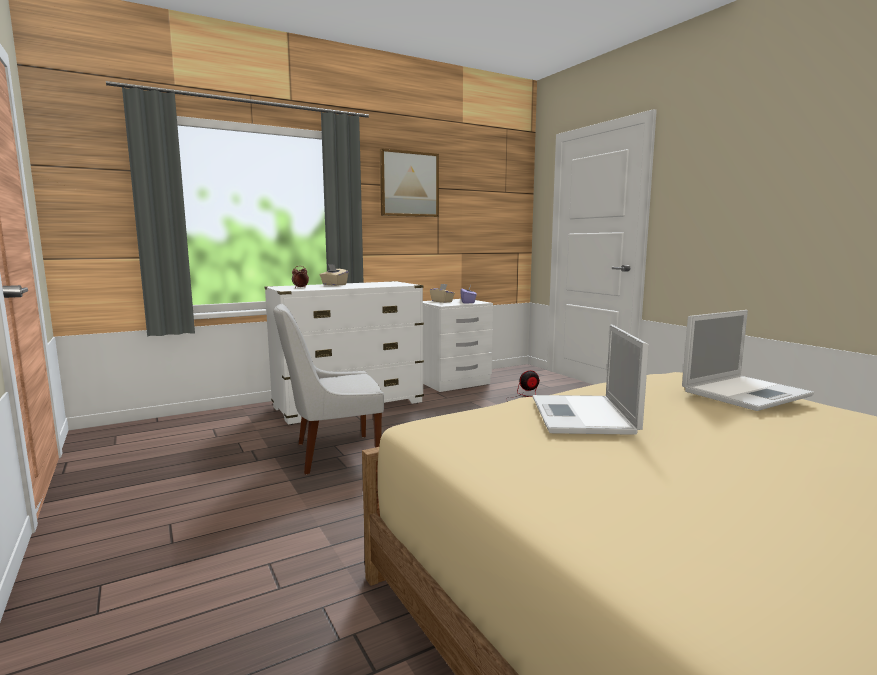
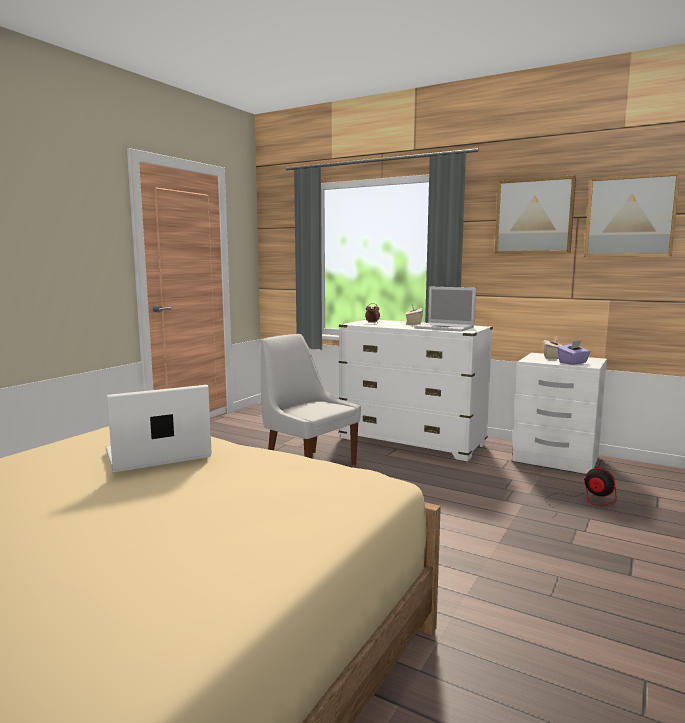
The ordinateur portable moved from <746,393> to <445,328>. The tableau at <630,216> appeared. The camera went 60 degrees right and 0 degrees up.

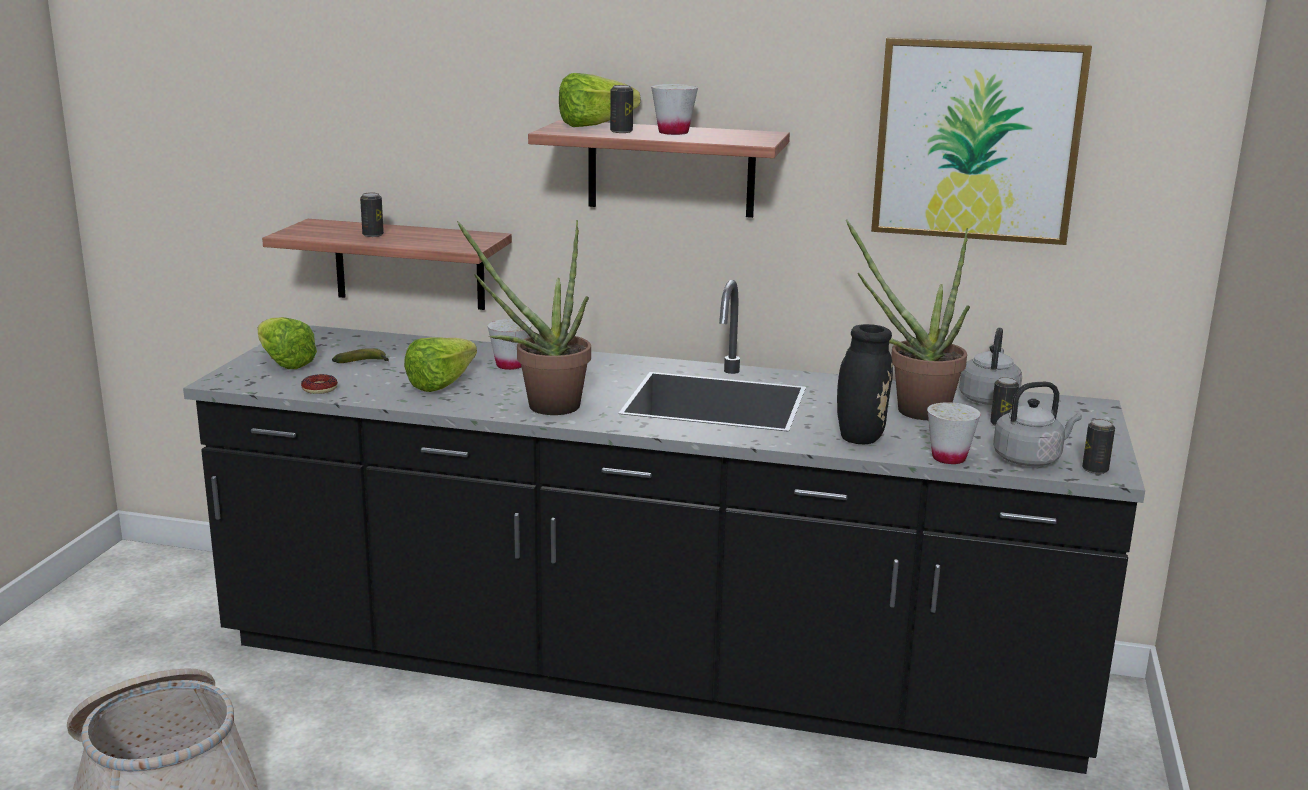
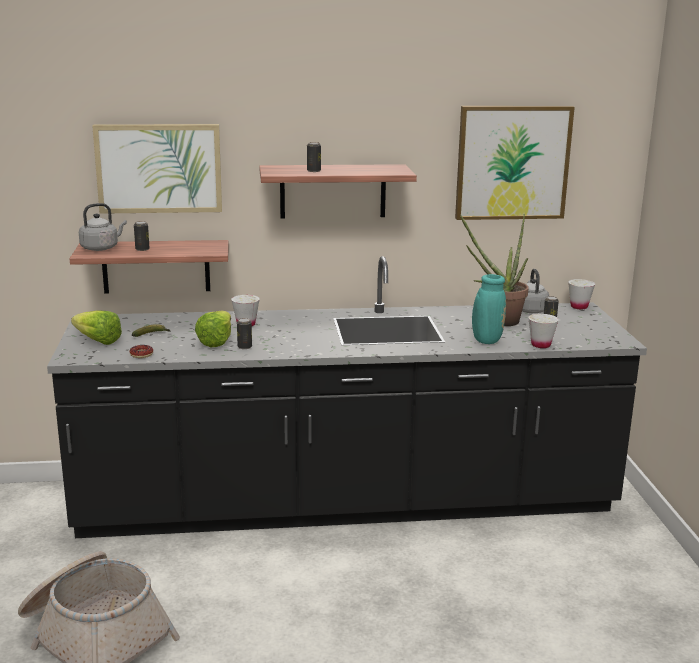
The plante en pot at <542,407> disappeared. The laitue at <601,125> disappeared. The tasse (blanc) moved from <673,132> to <579,307>. The vase (noir) at <857,438> became the vase (turquoise) at <484,340>. The bouilloire (gris) moved from <1030,459> to <101,248>. The boîte métallique moved from <1095,469> to <244,347>. The tableau at <159,168> appeared. The camera went 20 degrees left and 0 degrees up.

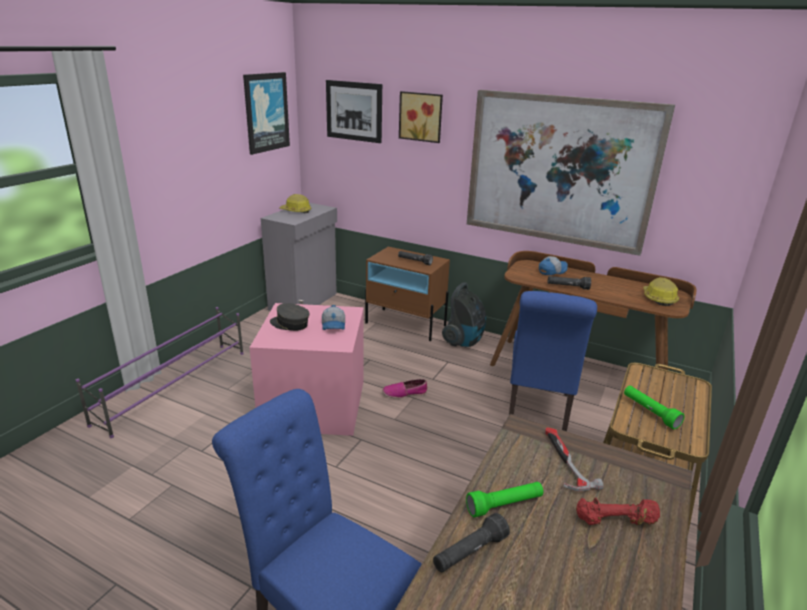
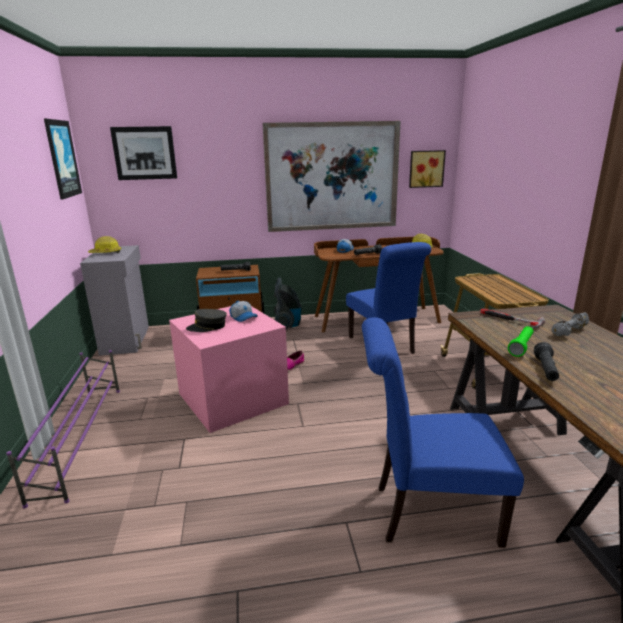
The tableau moved from <421,116> to <426,169>. The haltère (rouge) at <615,521> became the haltère (gris) at <569,332>. The lampe de poche (vert) at <649,412> disappeared. The camera went 35 degrees left and 5 degrees down.

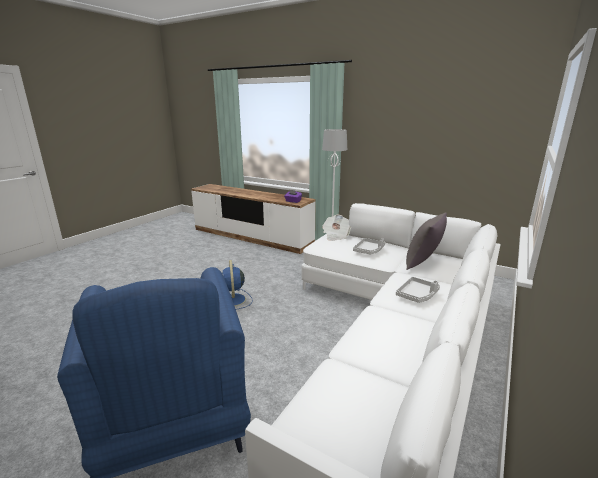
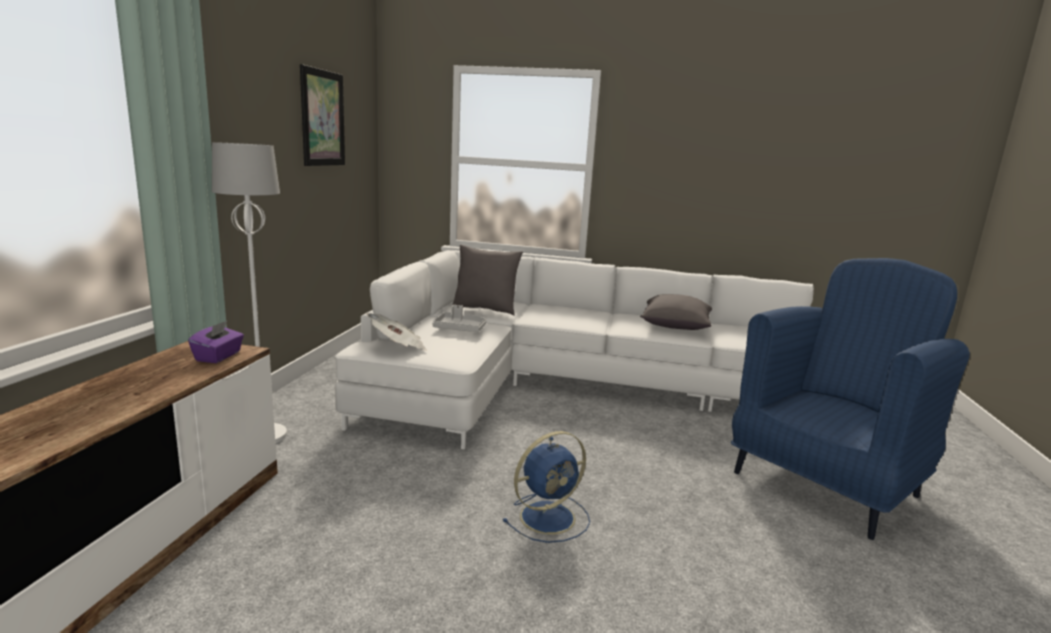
The plateau (gris) at <417,295> disappeared. The tableau at <322,118> appeared. The coussin (gris) at <674,326> appeared. The camera went 110 degrees left and 5 degrees down.

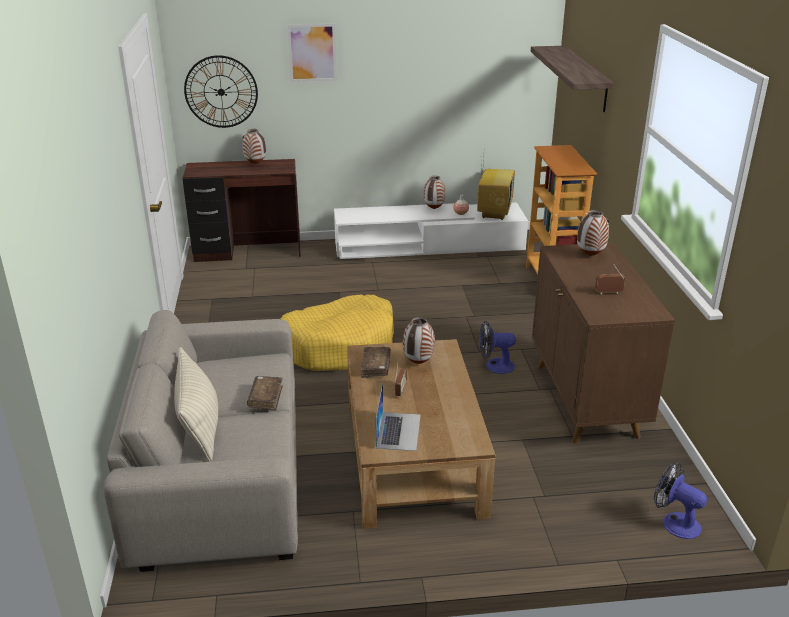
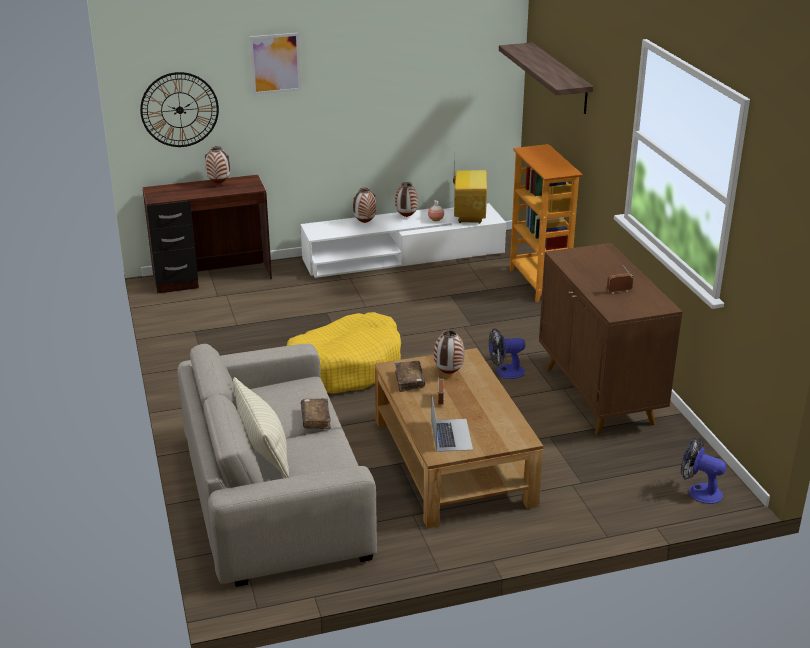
The vase moved from <590,256> to <364,223>. The camera went 10 degrees left and 0 degrees up.

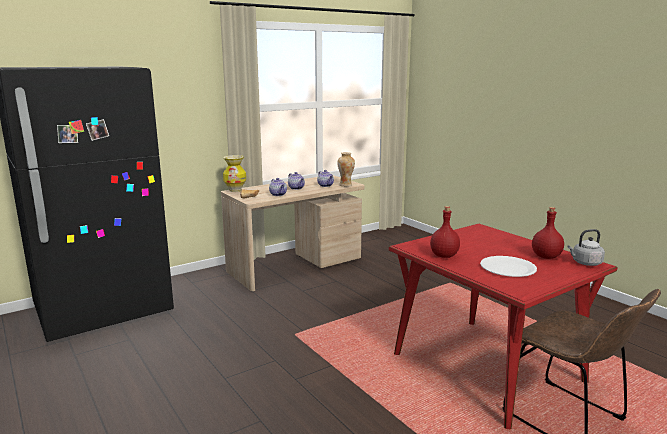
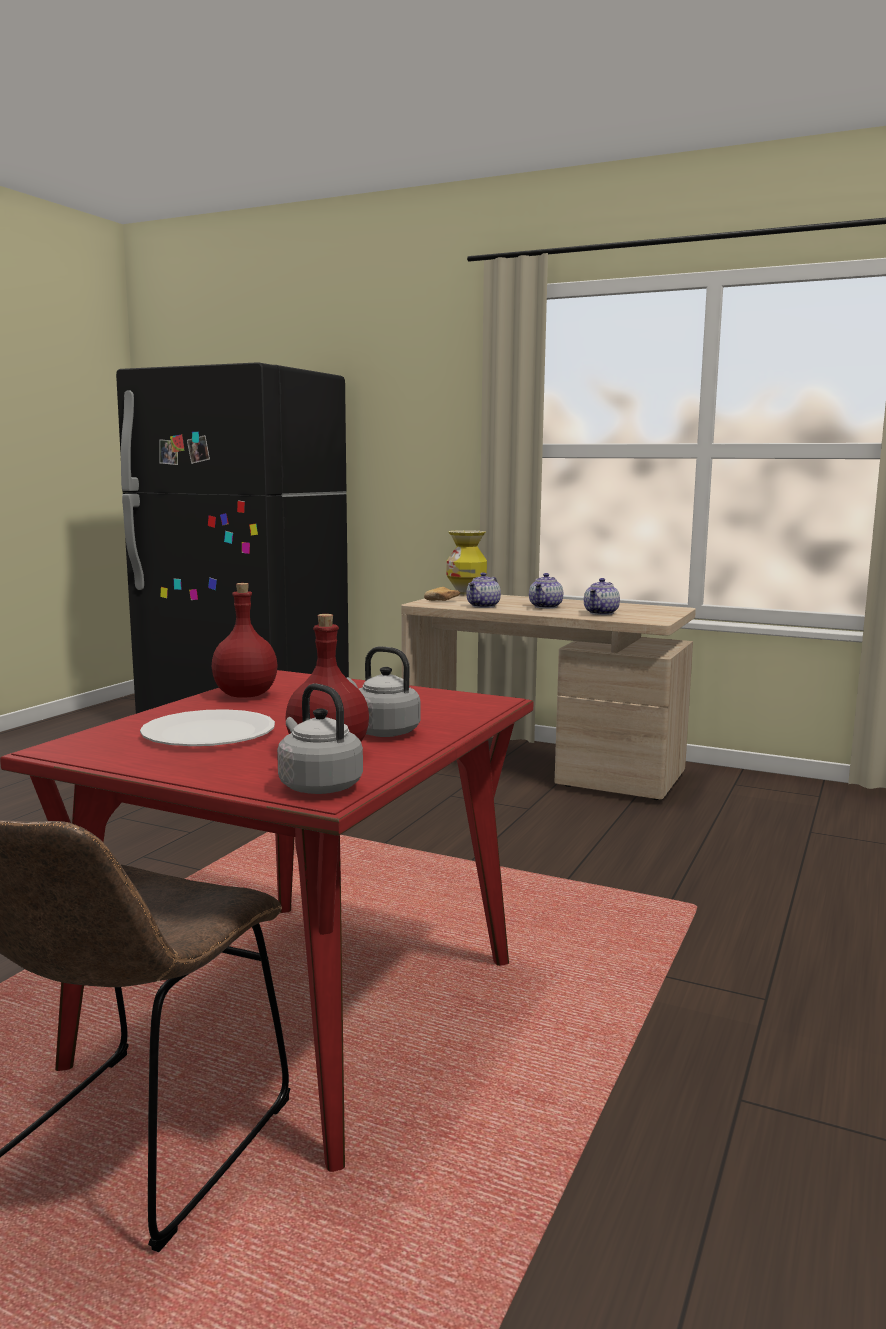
The vase at <345,185> disappeared. The bouilloire (gris) at <382,731> appeared. The camera went 60 degrees right and 5 degrees down.

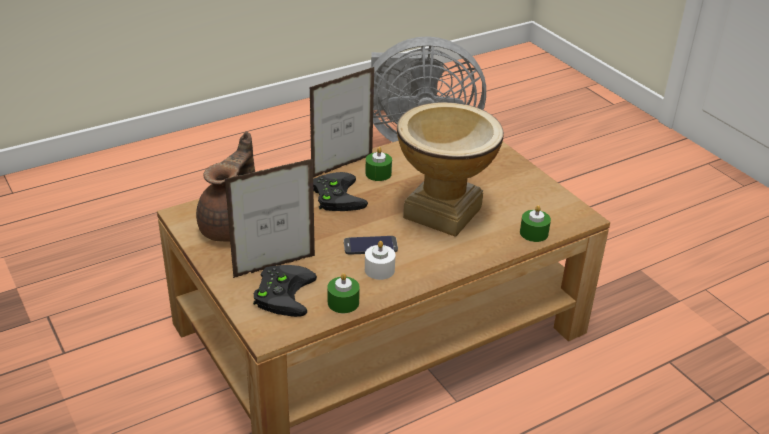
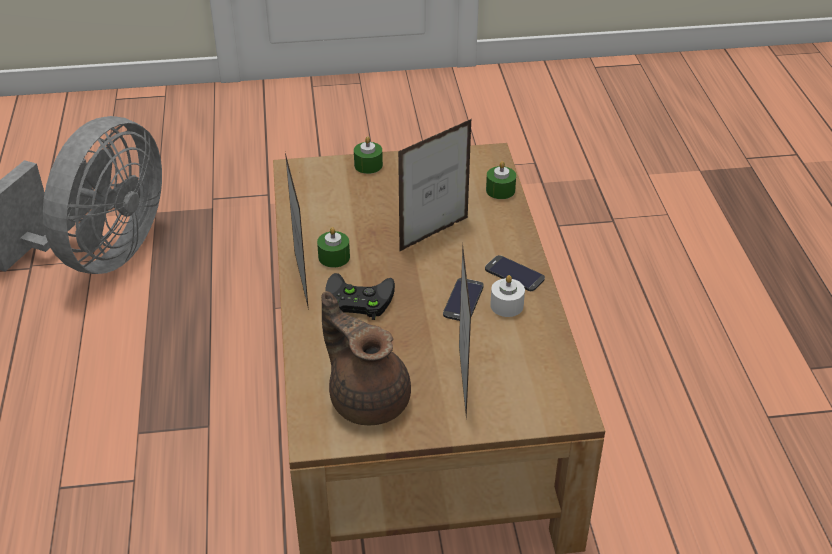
The manette (noir) at <282,292> disappeared. The bougie (vert) moved from <343,302> to <368,165>. The vase at <443,212> was replaced by the cadre photo at <434,234>. The téléphone at <514,274> appeared. The camera went 65 degrees left and 5 degrees up.

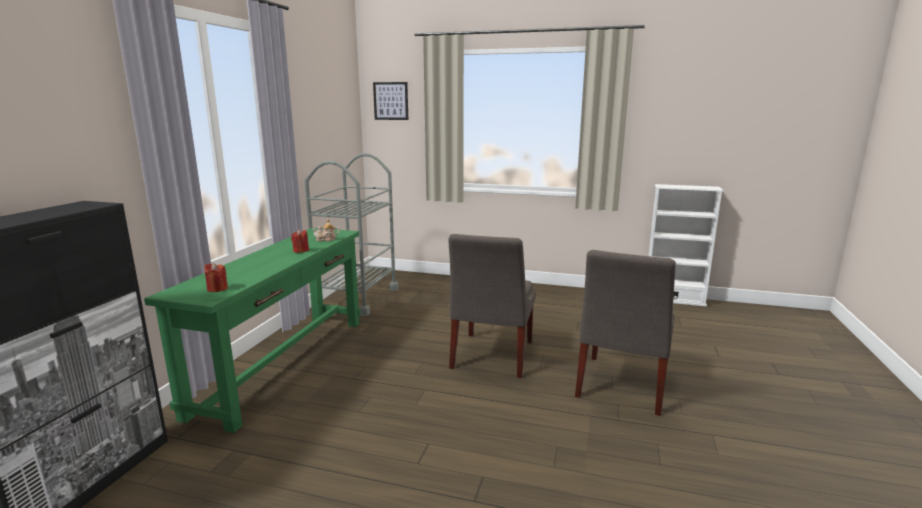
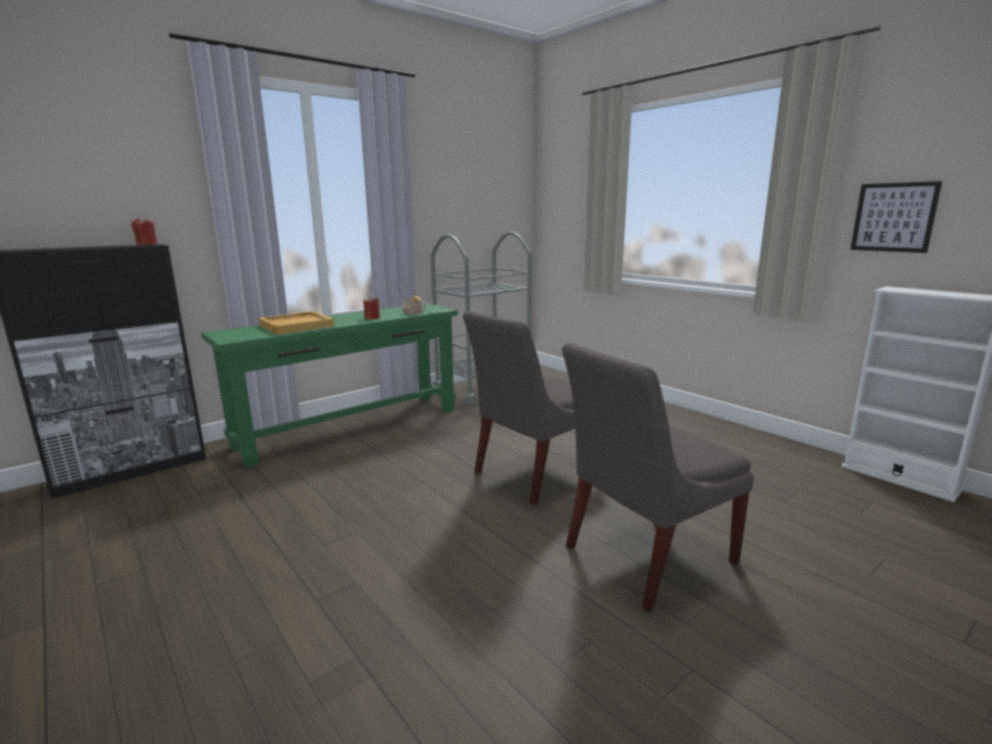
The bougie (rouge) moved from <217,289> to <146,244>. The tableau moved from <391,101> to <893,217>. The plateau (beige) at <296,325> appeared. The camera went 35 degrees right and 0 degrees up.

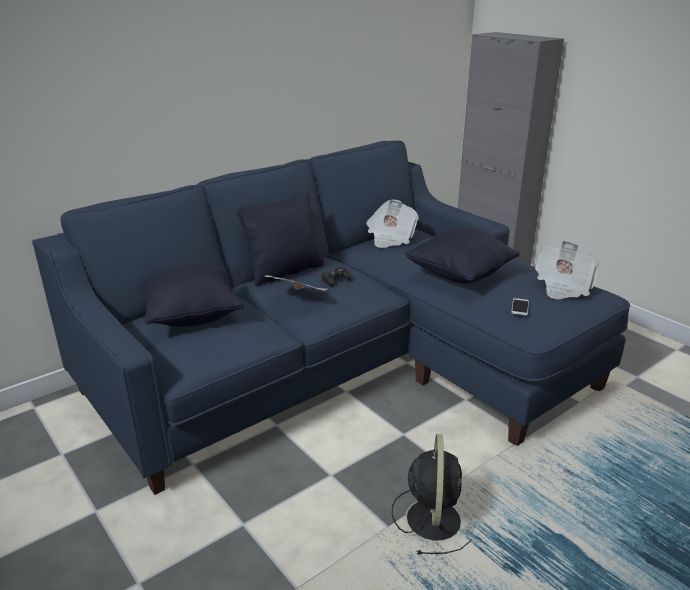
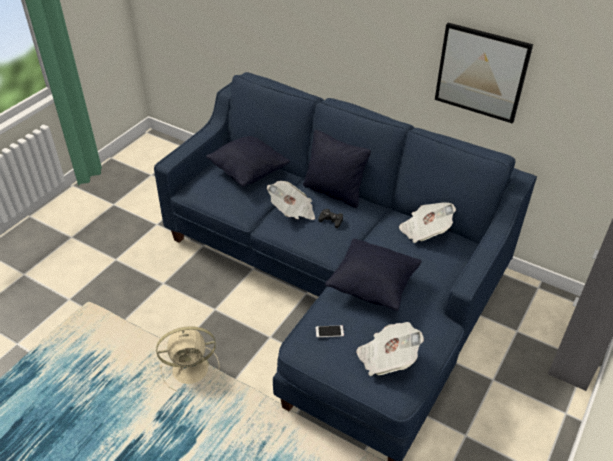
The ventilateur (noir) at <433,518> became the ventilateur (beige) at <192,369>. The tableau at <481,72> appeared. The camera went 70 degrees right and 15 degrees up.

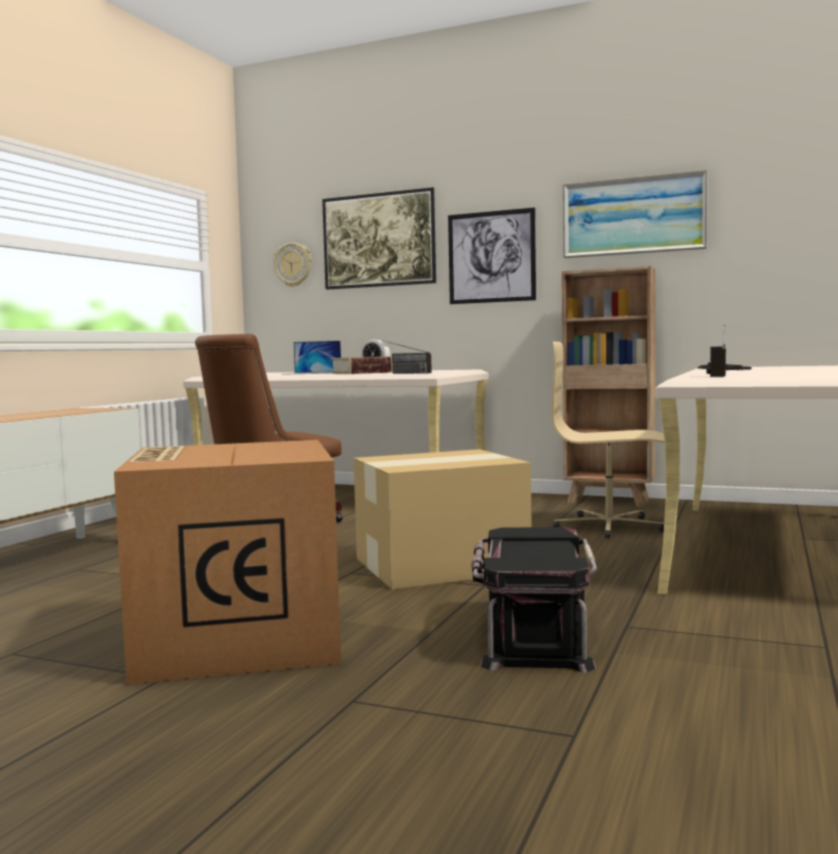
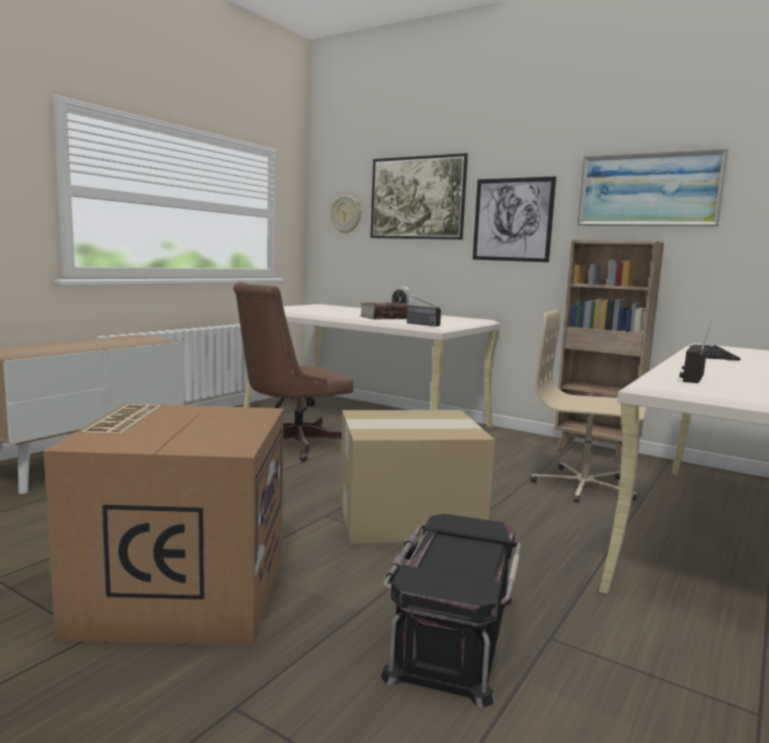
The ordinateur portable at <312,373> disappeared. The camera went 10 degrees right and 5 degrees up.

